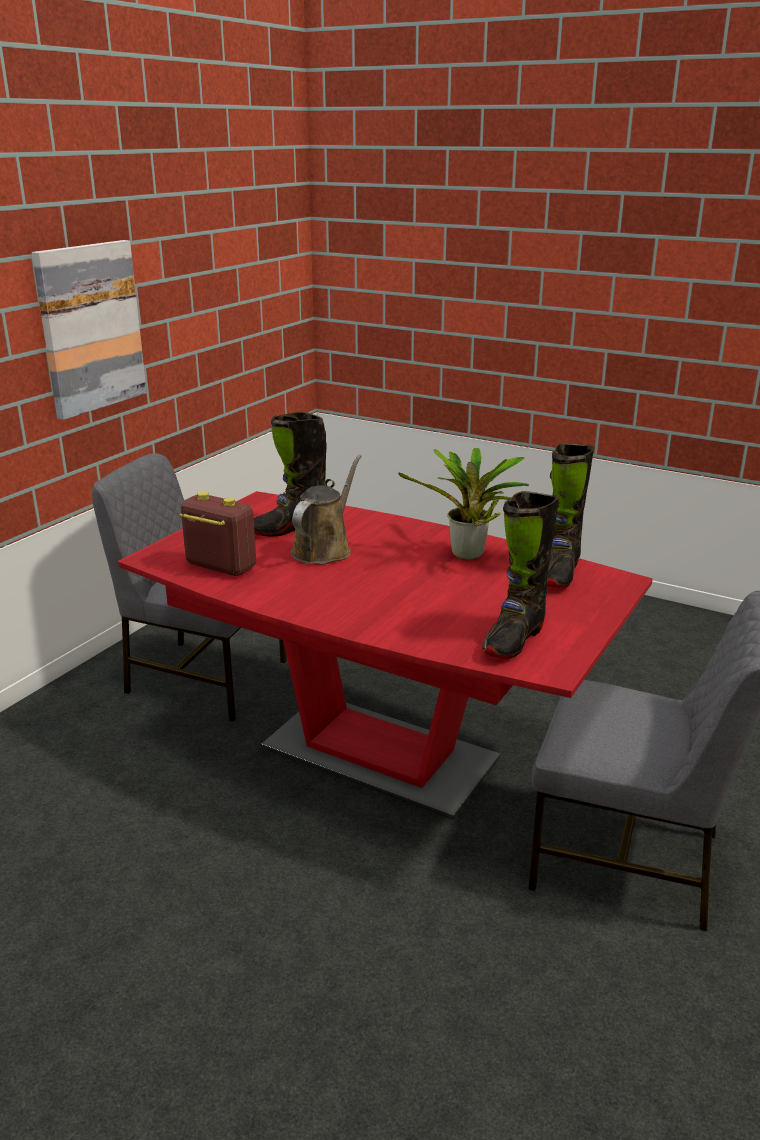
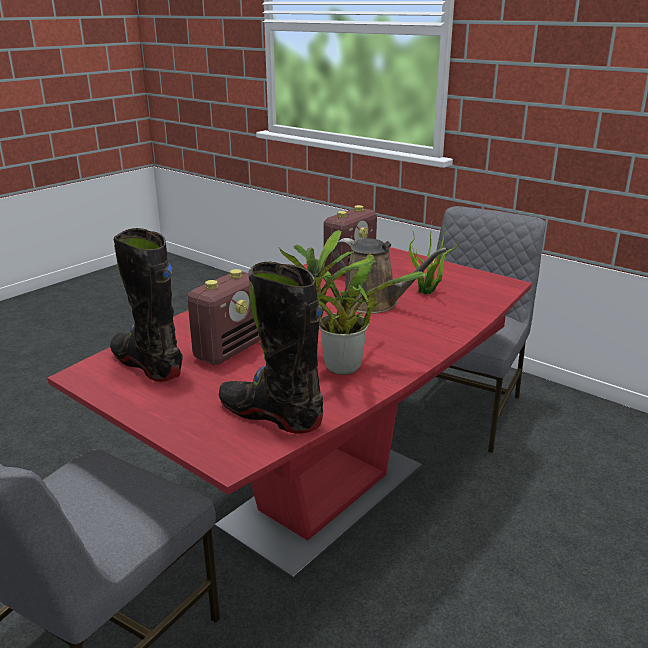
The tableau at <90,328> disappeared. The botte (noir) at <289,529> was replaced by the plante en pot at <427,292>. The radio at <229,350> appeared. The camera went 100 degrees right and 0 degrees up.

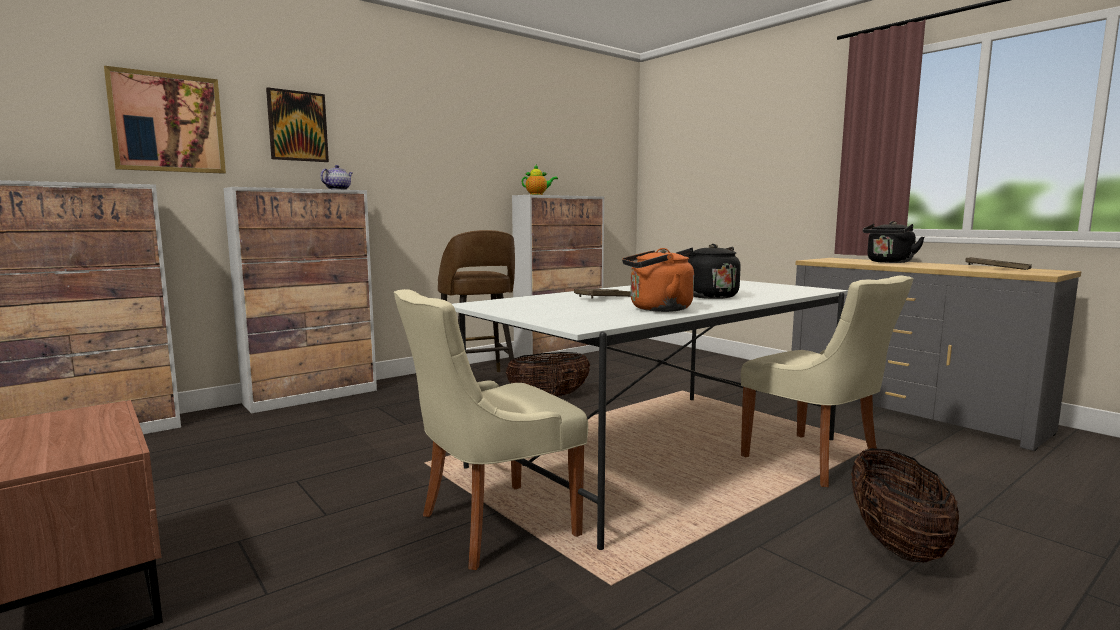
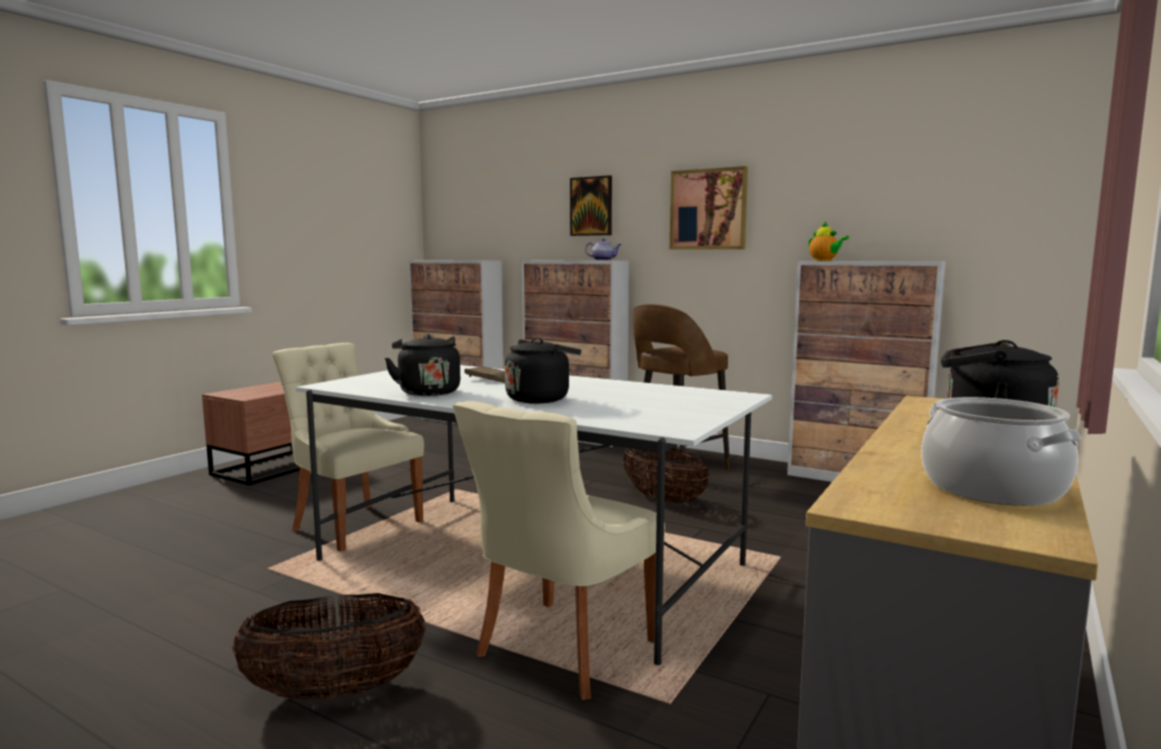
The tableau moved from <167,123> to <708,209>. The bouilloire (orange) at <656,309> became the bouilloire (noir) at <427,392>. The plateau (marron) at <997,268> was replaced by the marmite at <993,488>. The camera went 70 degrees right and 0 degrees up.

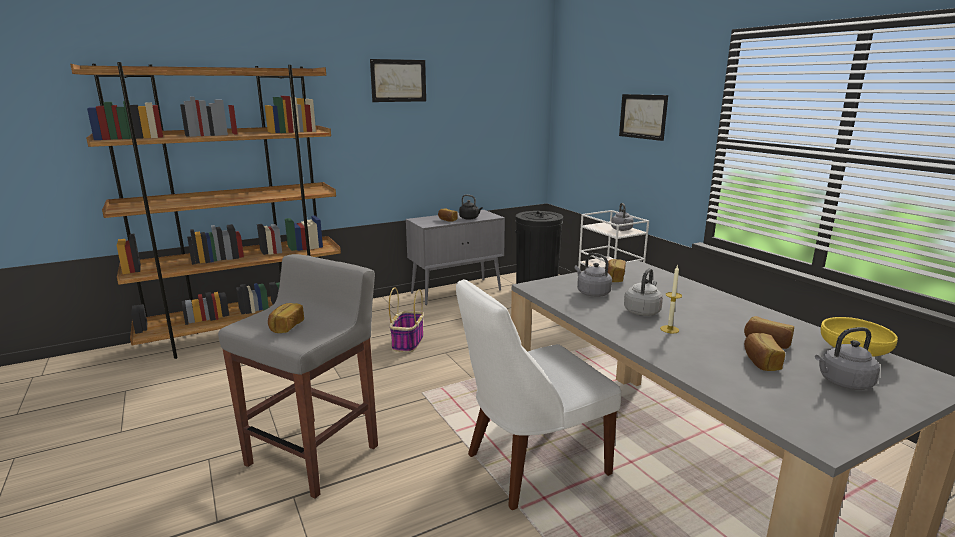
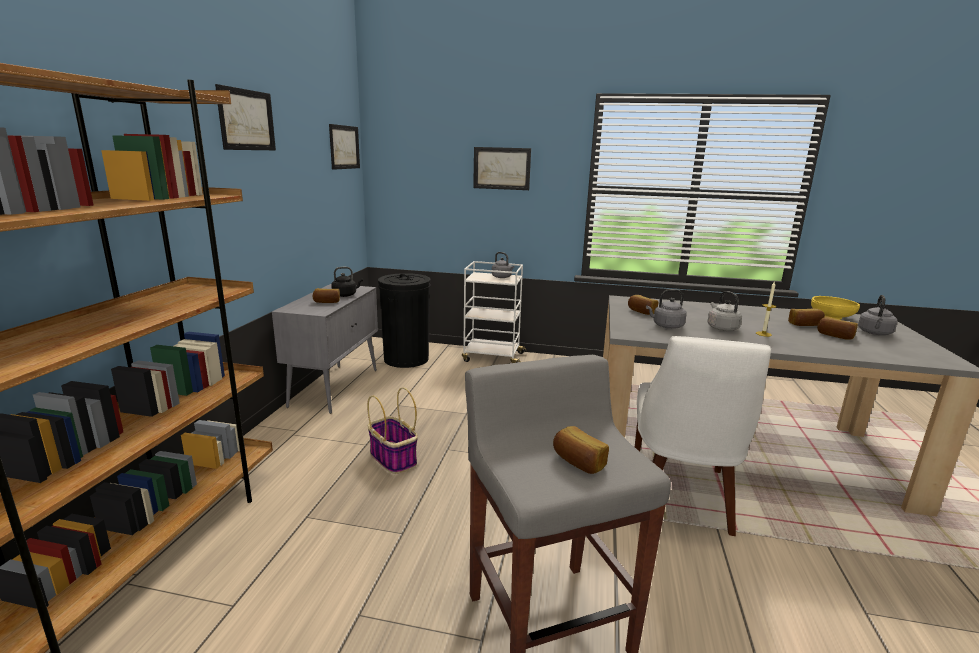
The tableau at <344,147> appeared. The camera went 50 degrees left and 0 degrees up.

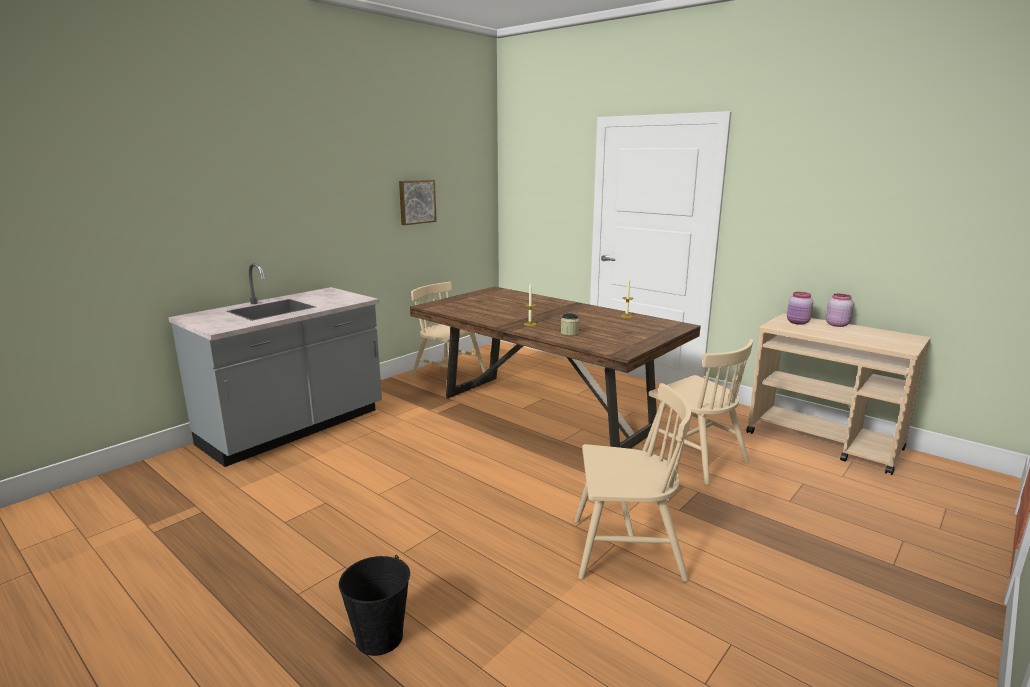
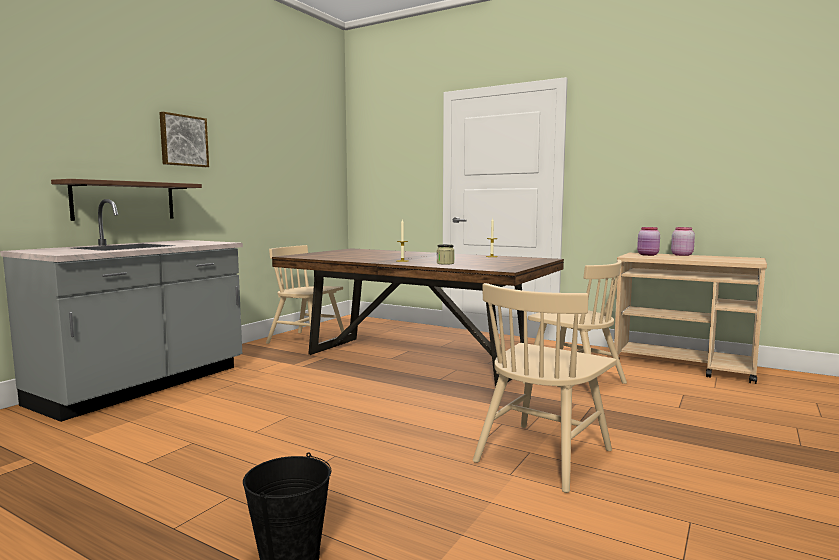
The tableau moved from <416,201> to <183,140>. The chaise (beige) at <626,549> turned 135 degrees clockwise. The étagère at <124,201> appeared. The camera went 10 degrees left and 10 degrees down.

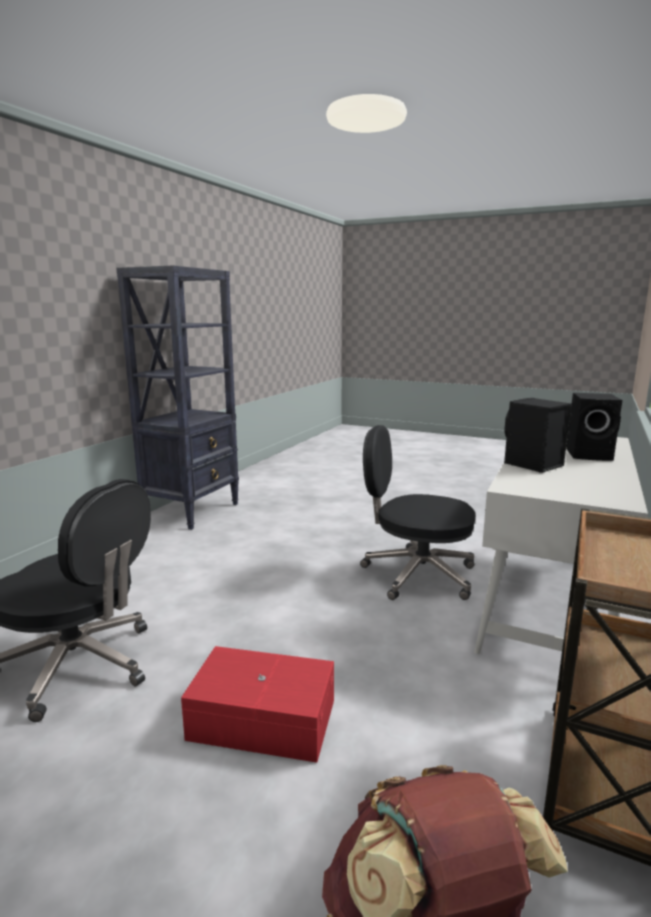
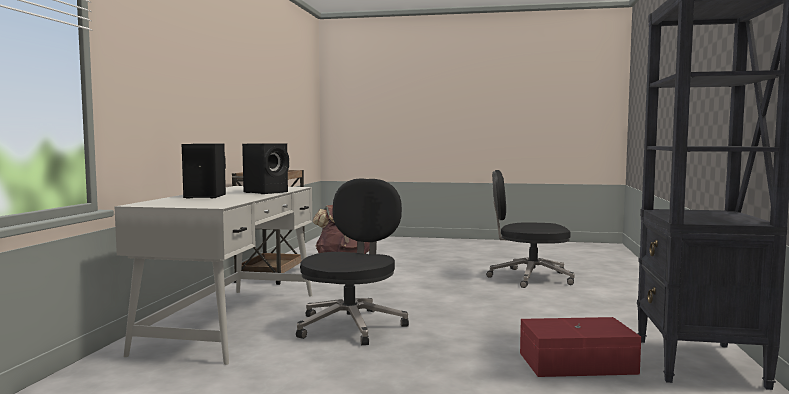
The boîte de rangement (rouge) moved from <262,718> to <578,364>. The chaise de bureau (noir) at <416,574> turned 75 degrees counterclockwise. The camera went 165 degrees right and 10 degrees down.

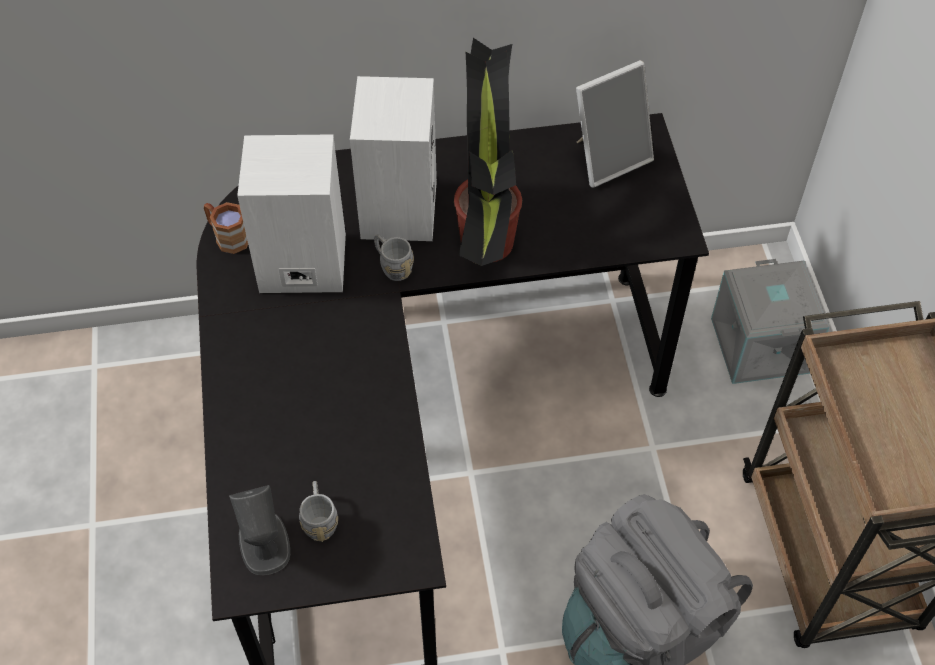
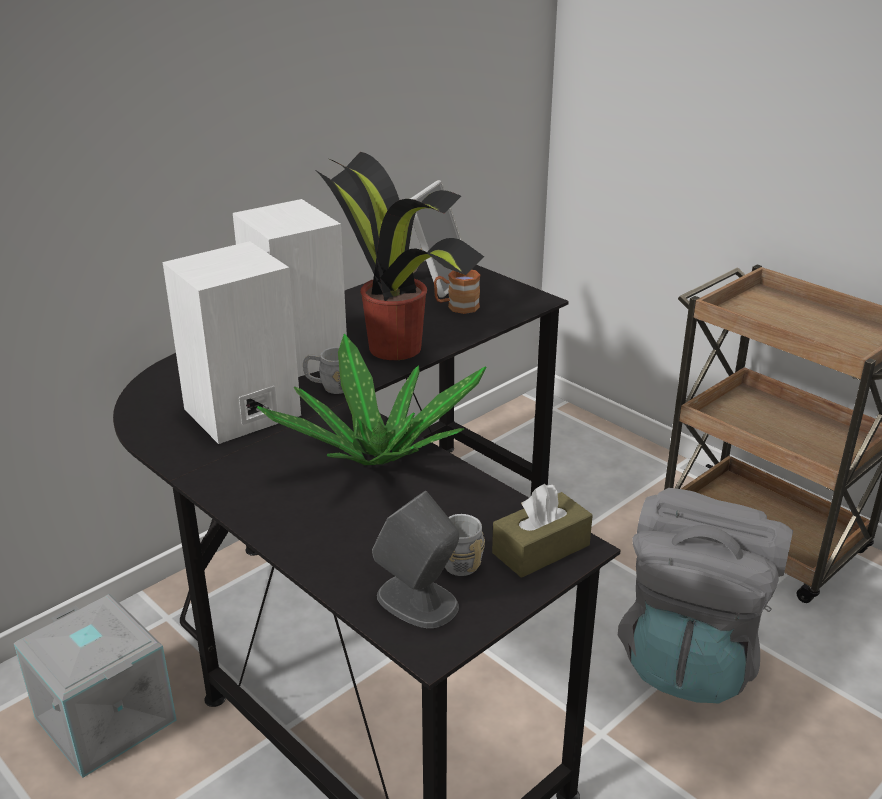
The mug (marron) moved from <227,236> to <456,306>. The boîte de rangement (gris) moved from <758,345> to <103,720>. The plante en pot at <378,457> appeared. The boîte à mouchoirs (marron) at <541,549> appeared. The camera went 35 degrees left and 25 degrees down.

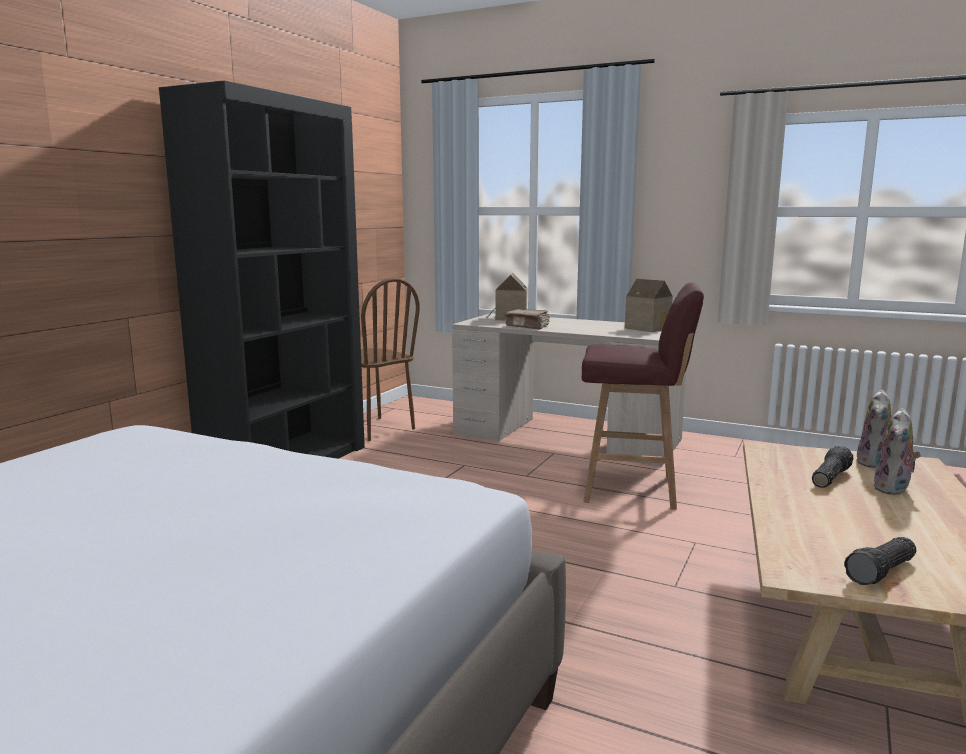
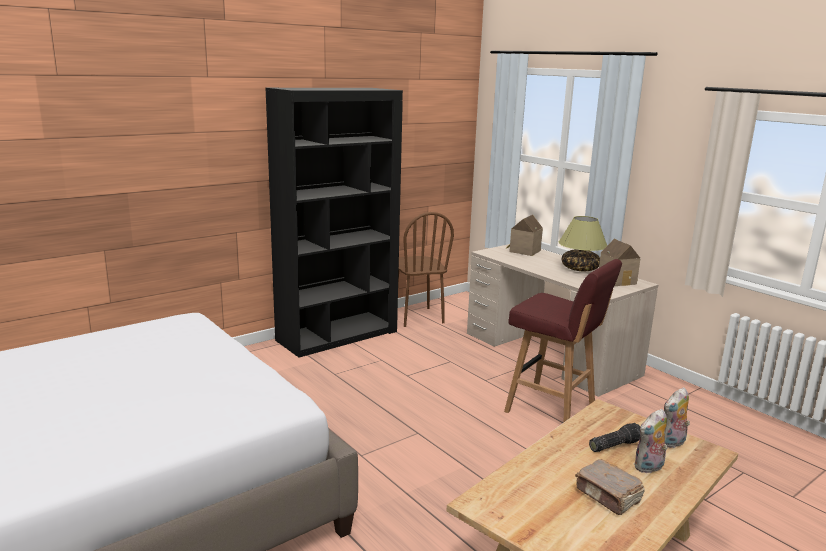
The livre (marron) moved from <527,326> to <608,496>. The lampe de poche at <882,572> disappeared. The lampe de table at <579,269> appeared. The camera went 25 degrees right and 5 degrees up.

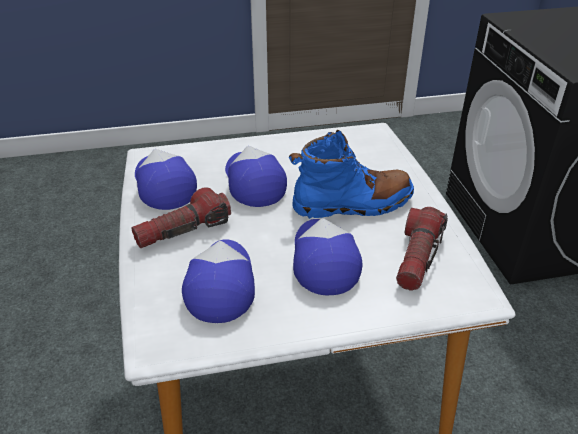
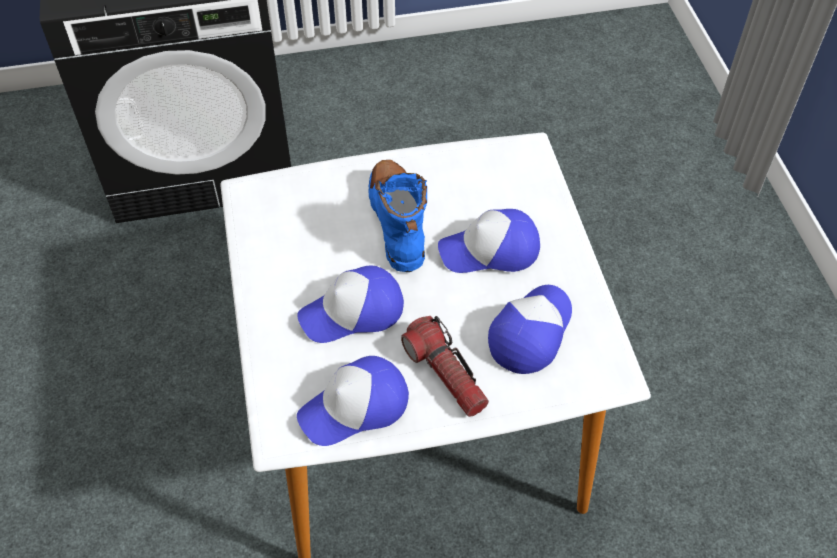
The casquette at <221,284> turned 120 degrees clockwise. The lampe de poche at <417,257> disappeared. The camera went 90 degrees left and 15 degrees up.

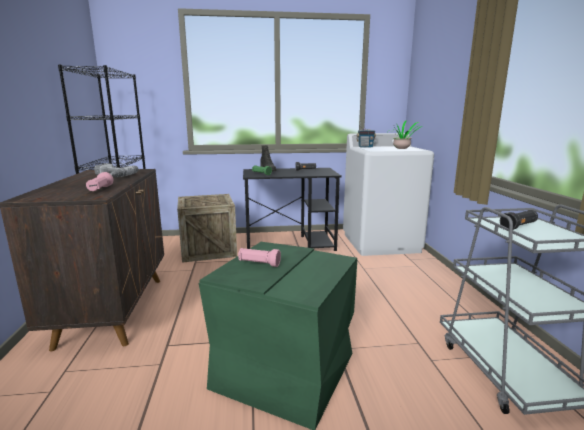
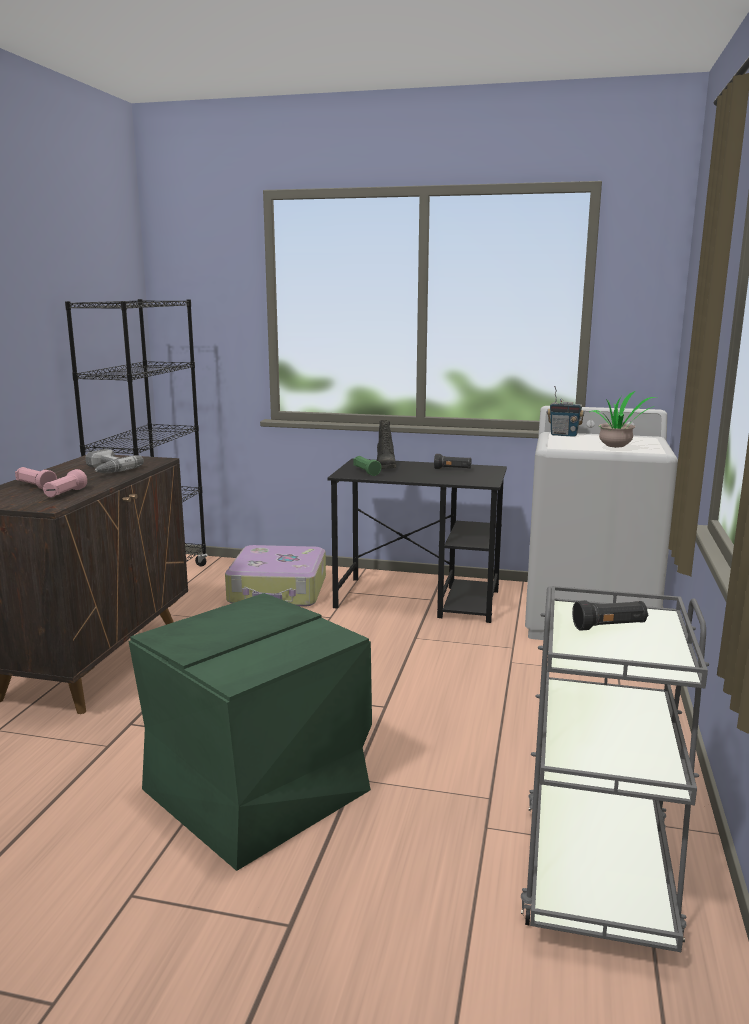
The caisse at <208,250> was replaced by the valise at <278,591>. The lampe de poche (rose) moved from <259,264> to <36,486>. The camera went 20 degrees right and 0 degrees up.

